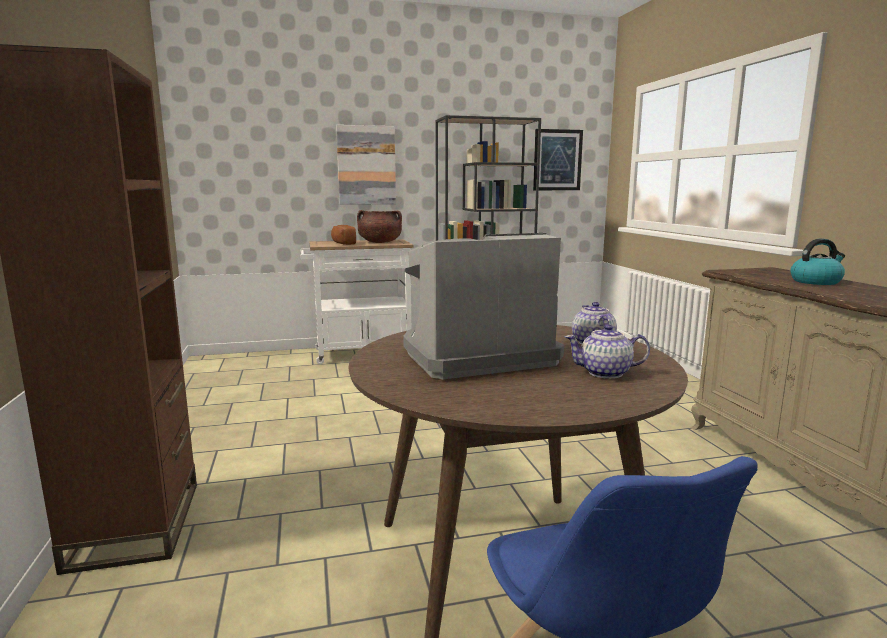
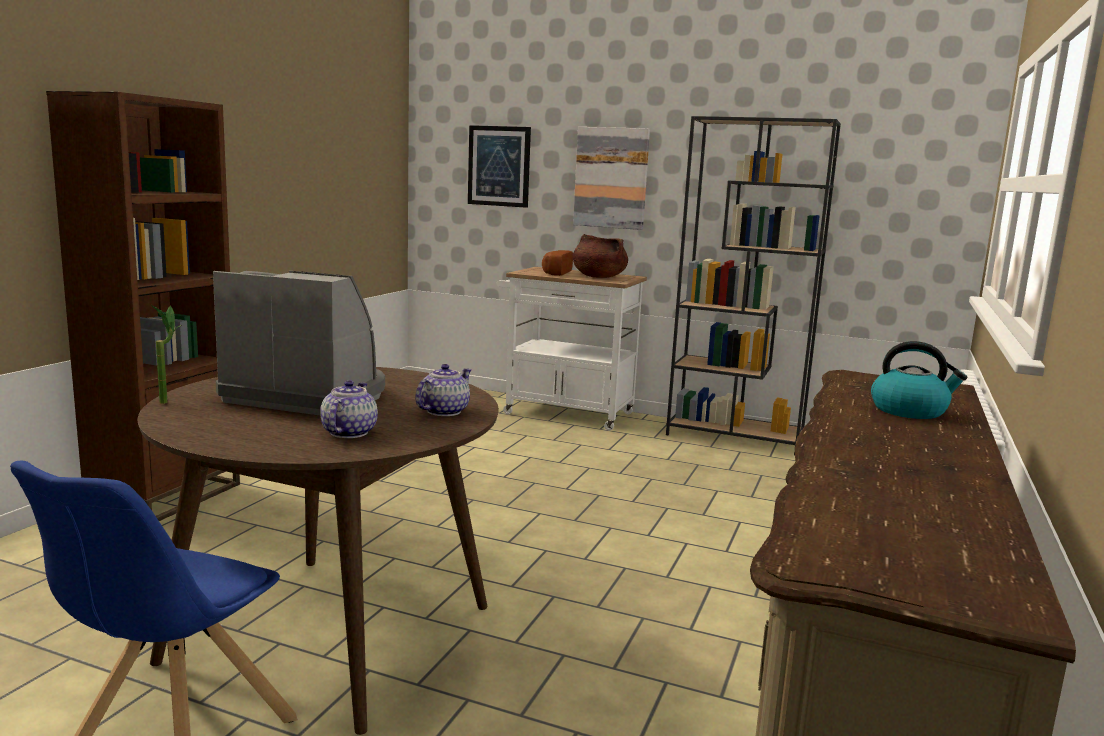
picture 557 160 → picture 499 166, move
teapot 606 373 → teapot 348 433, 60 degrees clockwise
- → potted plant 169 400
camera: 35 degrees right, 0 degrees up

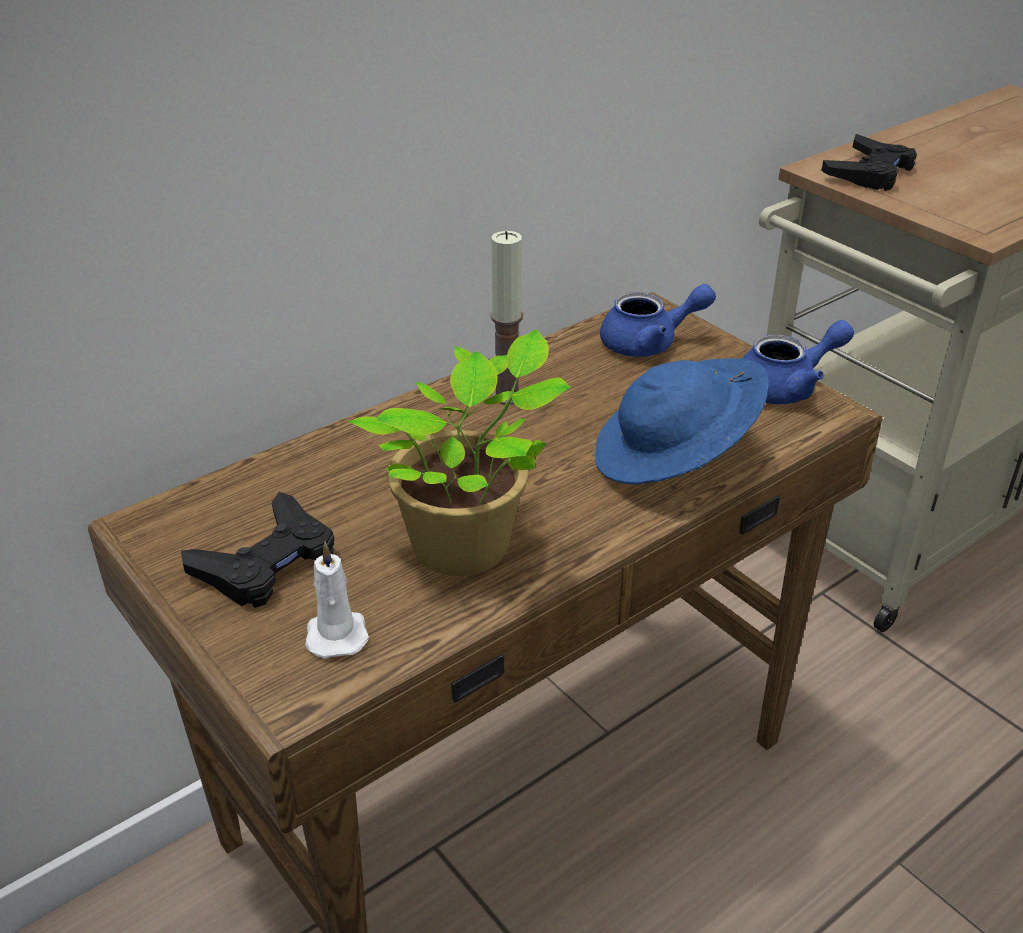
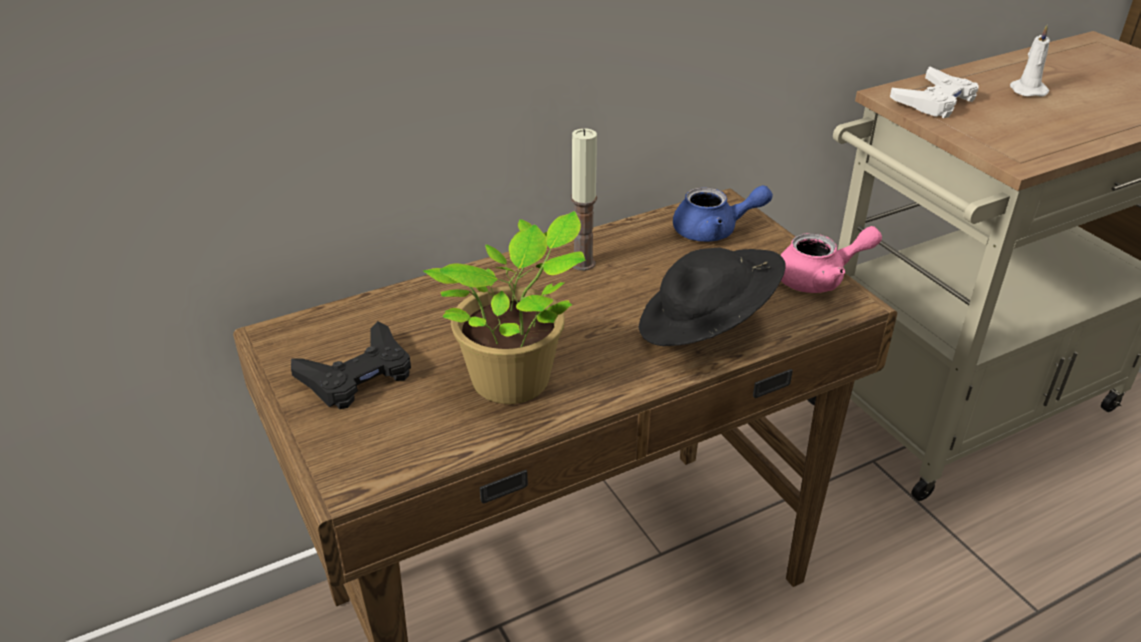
black game controller 869 172 → white game controller 934 101
blue teapot 787 387 → pink teapot 820 279
blue hat 675 458 → black hat 706 328
white candle 336 633 → white candle 1026 90, move
camera: 10 degrees right, 0 degrees up

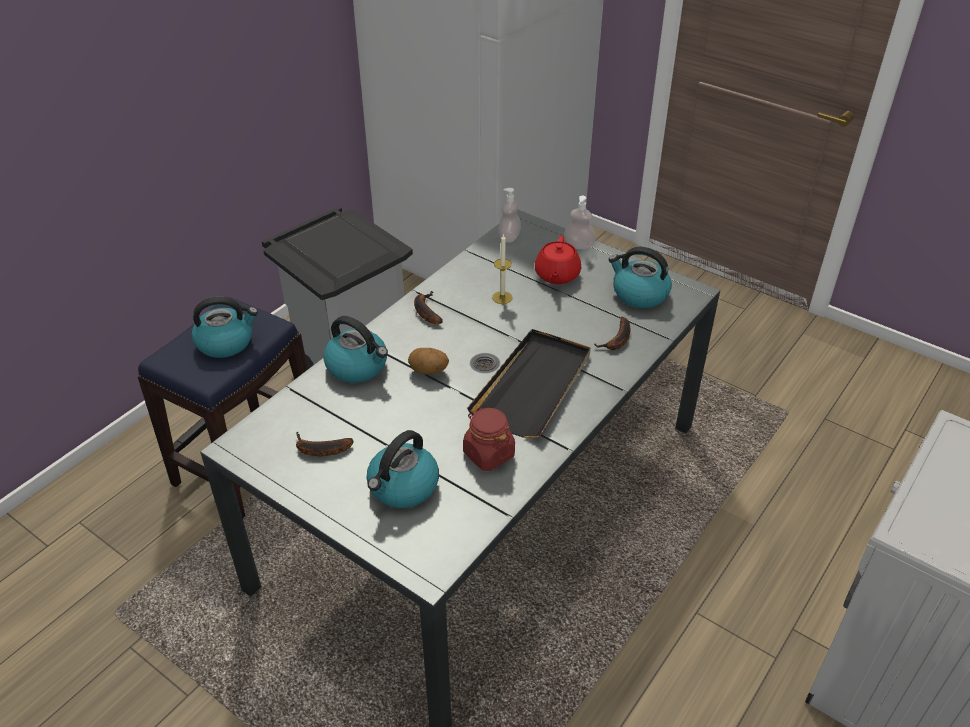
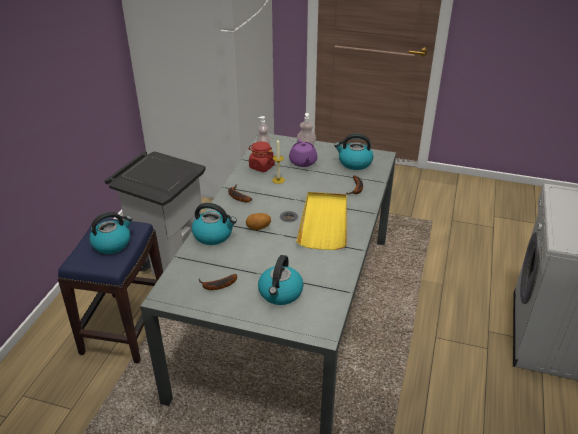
red teapot 557 275 → purple teapot 303 162
black tray 533 386 → yellow tray 324 222
red jar 488 454 → red jar 261 166, move
camera: 20 degrees left, 5 degrees down

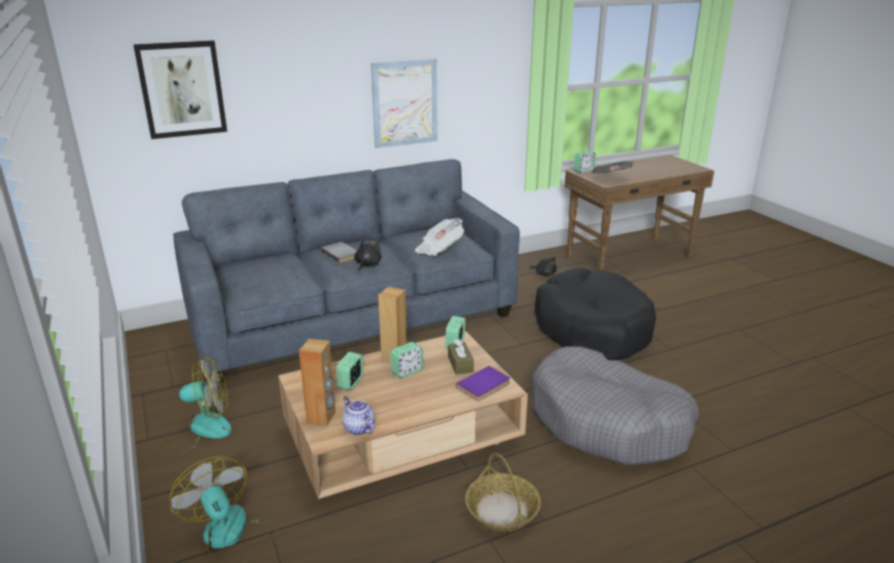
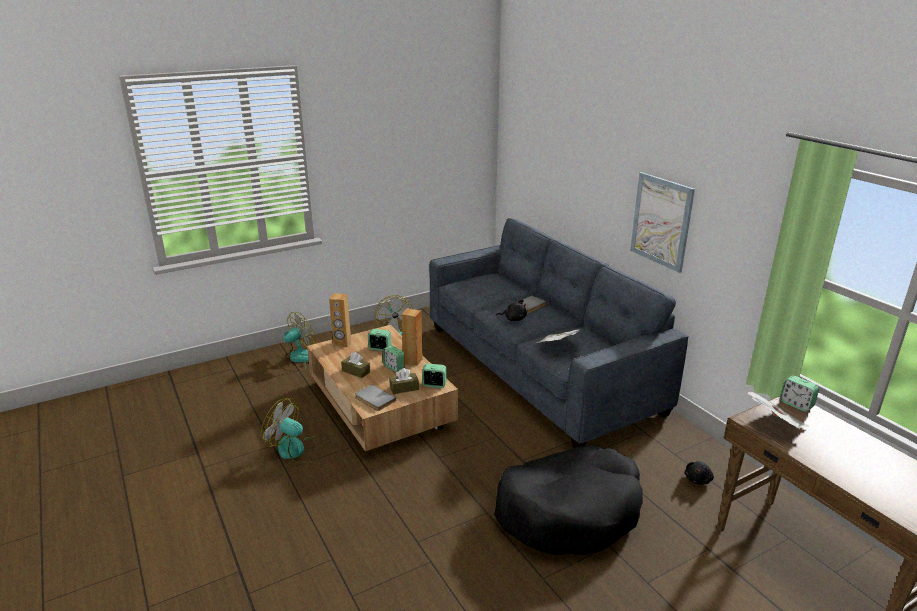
picture 182 89 → -
grey dog bed 608 422 → -
purple book 484 386 → grey book 374 399
teapot 358 428 → -
basket 502 511 → fan 297 450
- → brown tissue box 356 371
camera: 85 degrees right, 0 degrees up

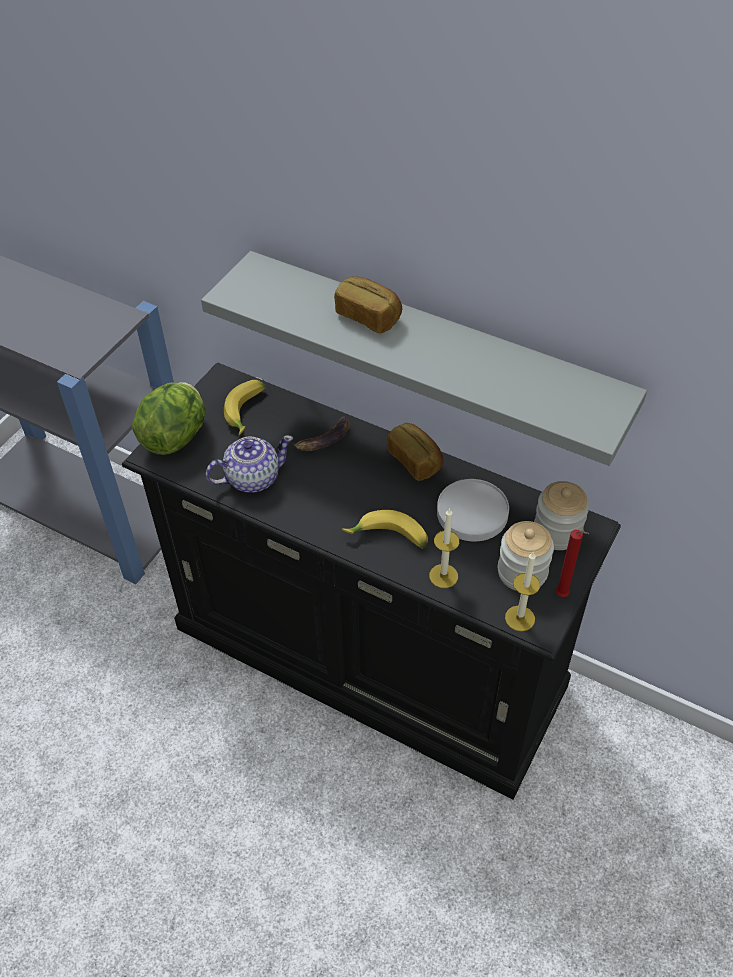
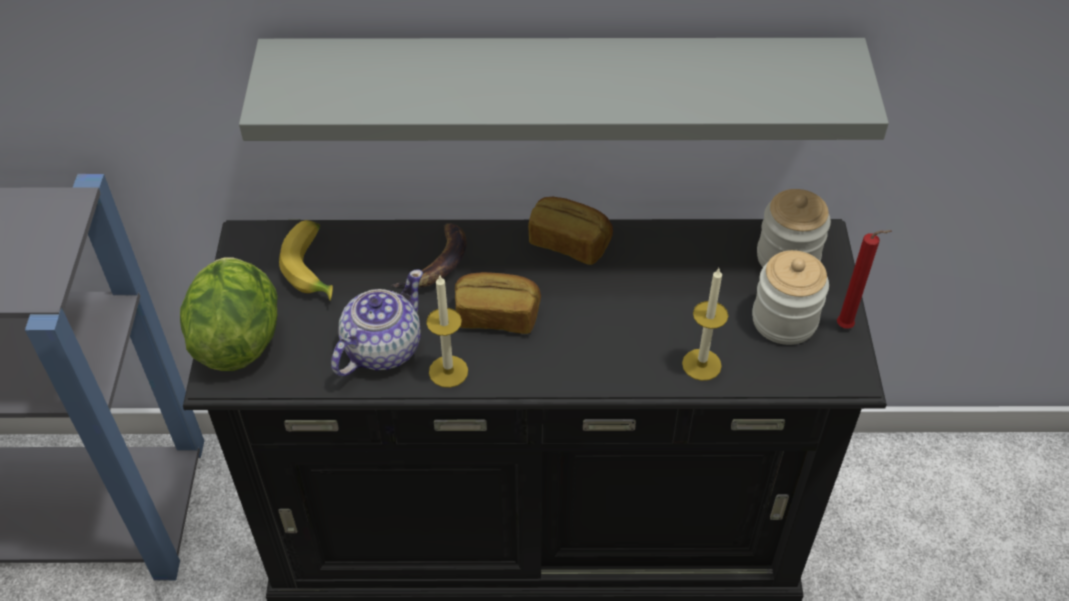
bread 369 316 → bread 497 315, move
white plate 473 513 → -
banana 387 539 → -
candle 520 618 → candle 448 371, move
camera: 30 degrees left, 0 degrees up

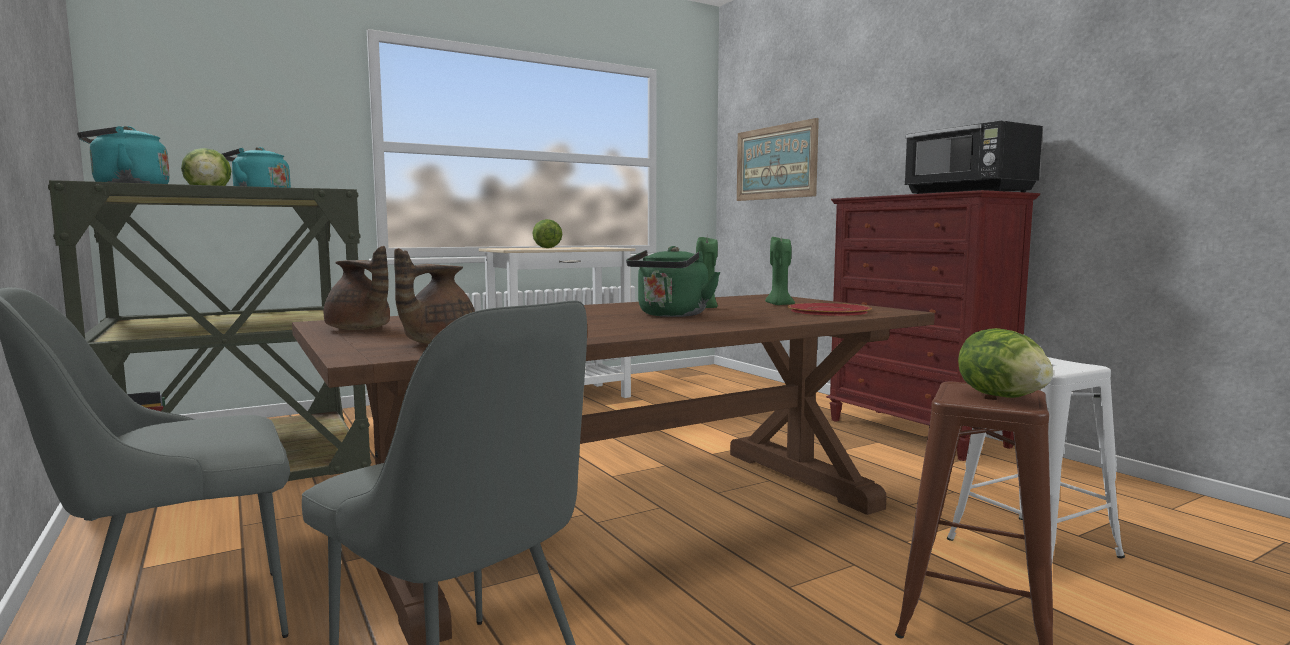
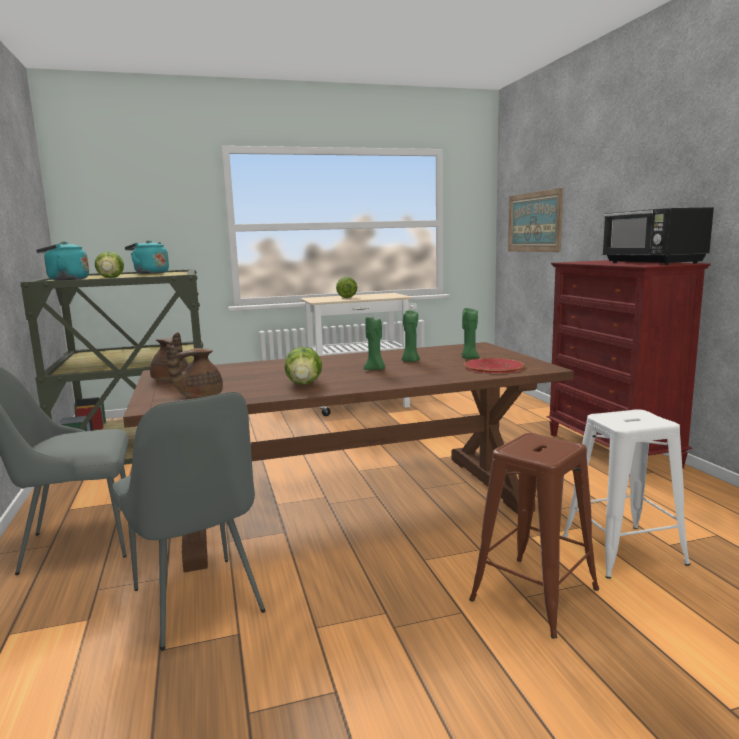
green kettle 671 315 → green candle 375 369
lettuce 1001 397 → lettuce 304 384, move
camera: 15 degrees right, 5 degrees up

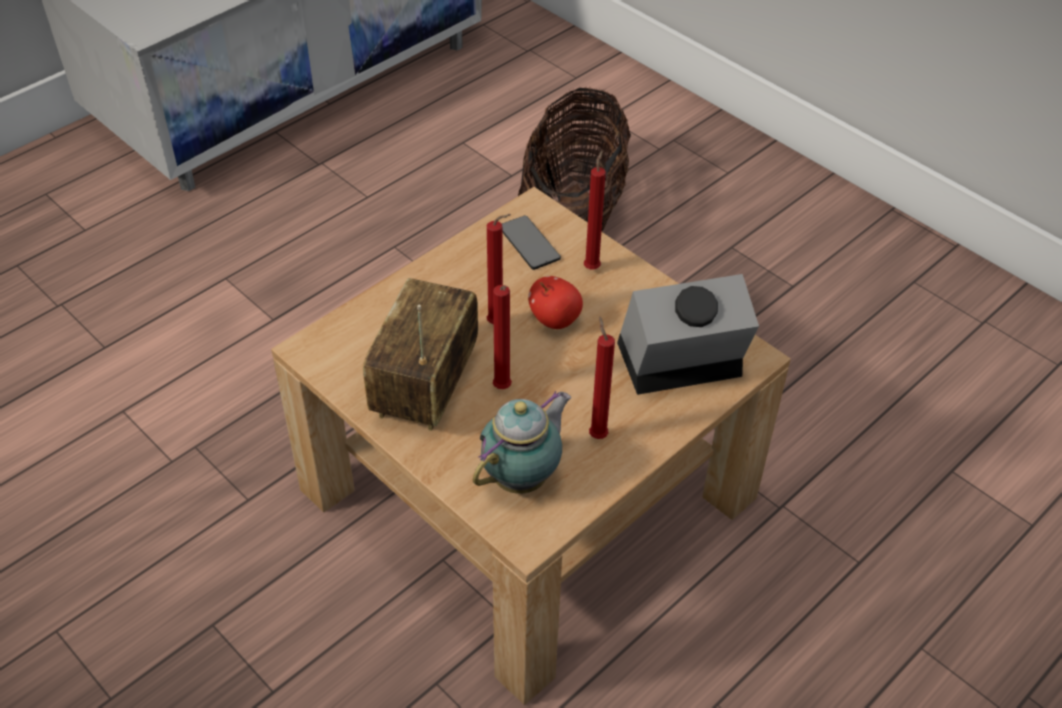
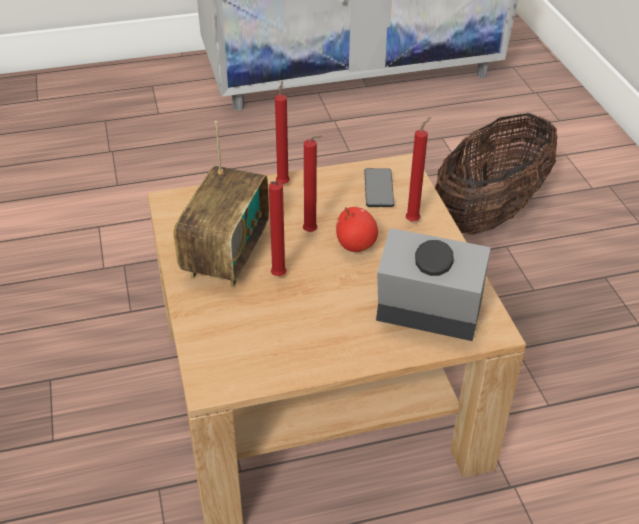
radio 425 386 → radio 226 254, 150 degrees clockwise
red candle 597 434 → red candle 283 182, move
teapot 523 476 → -
camera: 30 degrees right, 5 degrees down

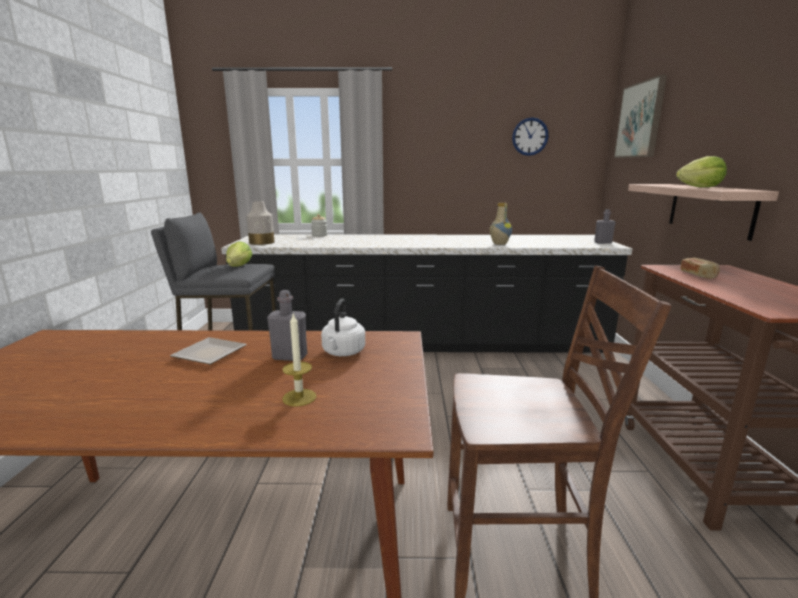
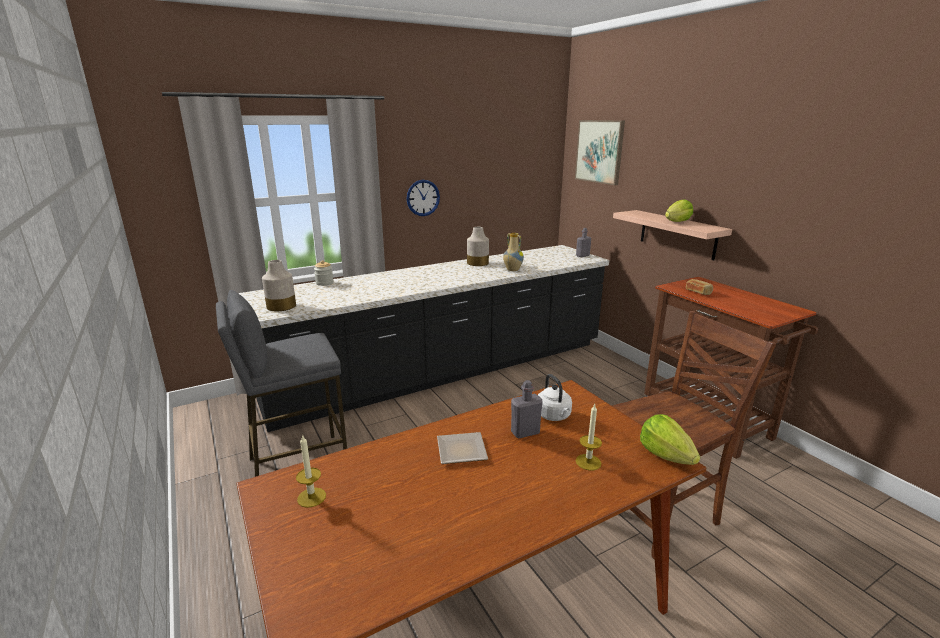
wall clock 530 136 → wall clock 423 198, move
lettuce 239 266 → lettuce 665 455, move
- → beige vase 477 263
- → candle 311 497
camera: 30 degrees left, 5 degrees up

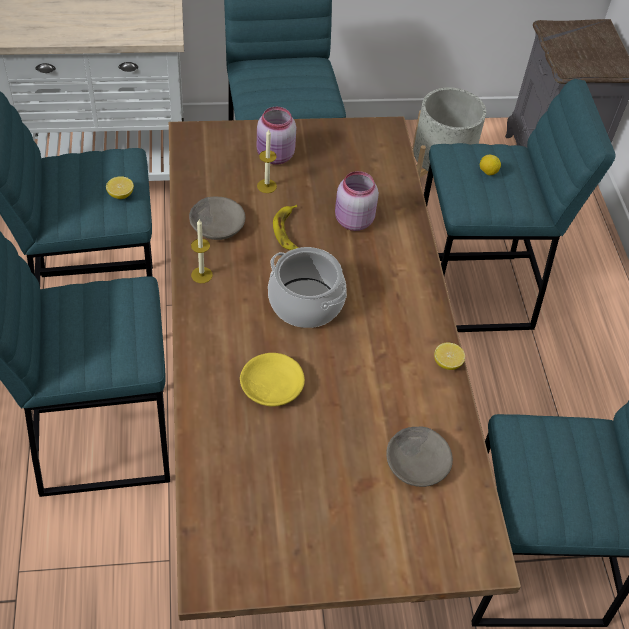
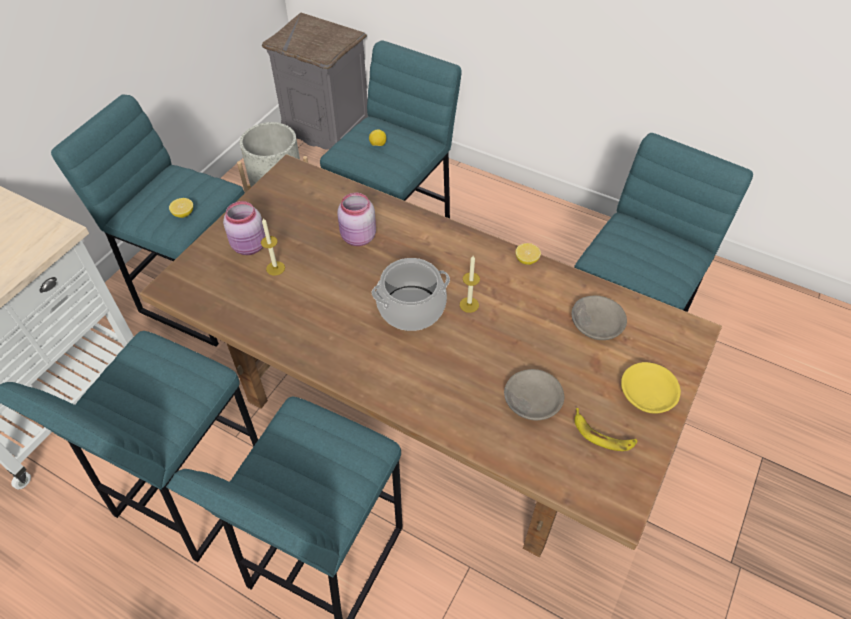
lemon 121 195 → lemon 183 214, move
grey bowl 217 224 → grey bowl 531 400, move
banana 288 231 → banana 602 434, move
candle 201 275 → candle 469 304, move
yellow bowl 270 386 → yellow bowl 647 394, move
camera: 50 degrees left, 0 degrees up

